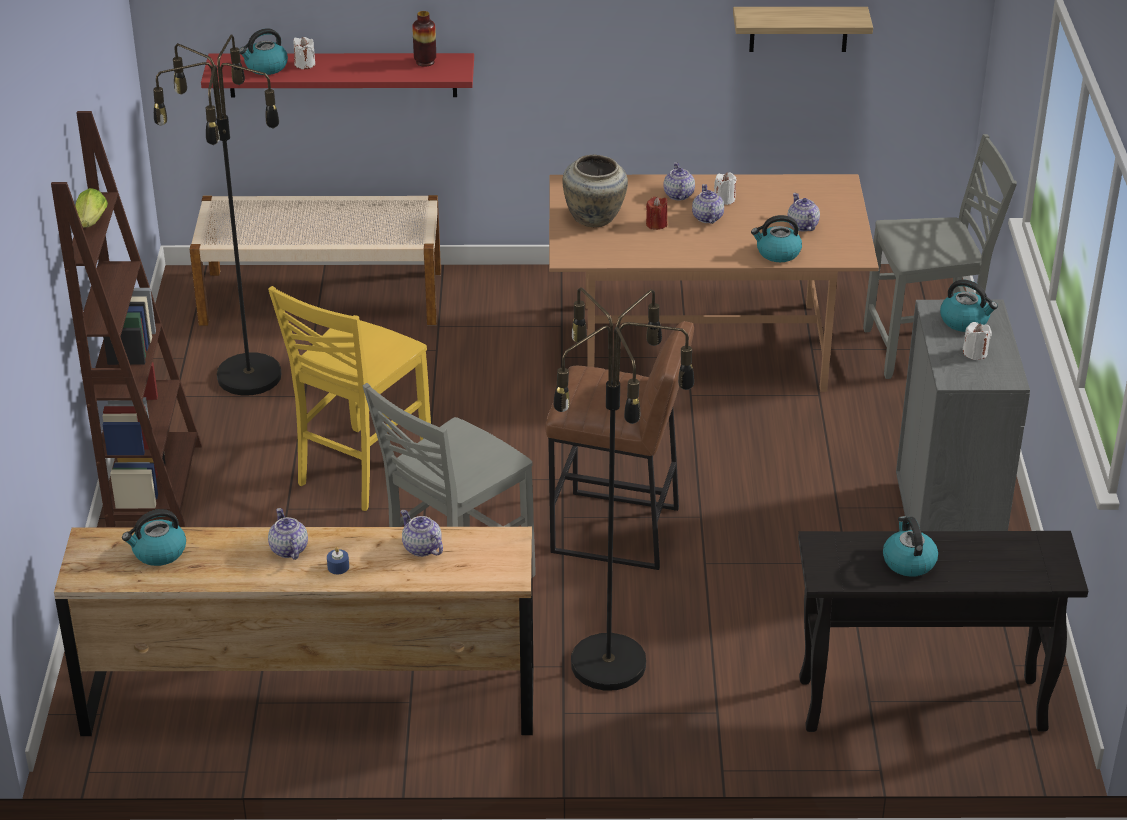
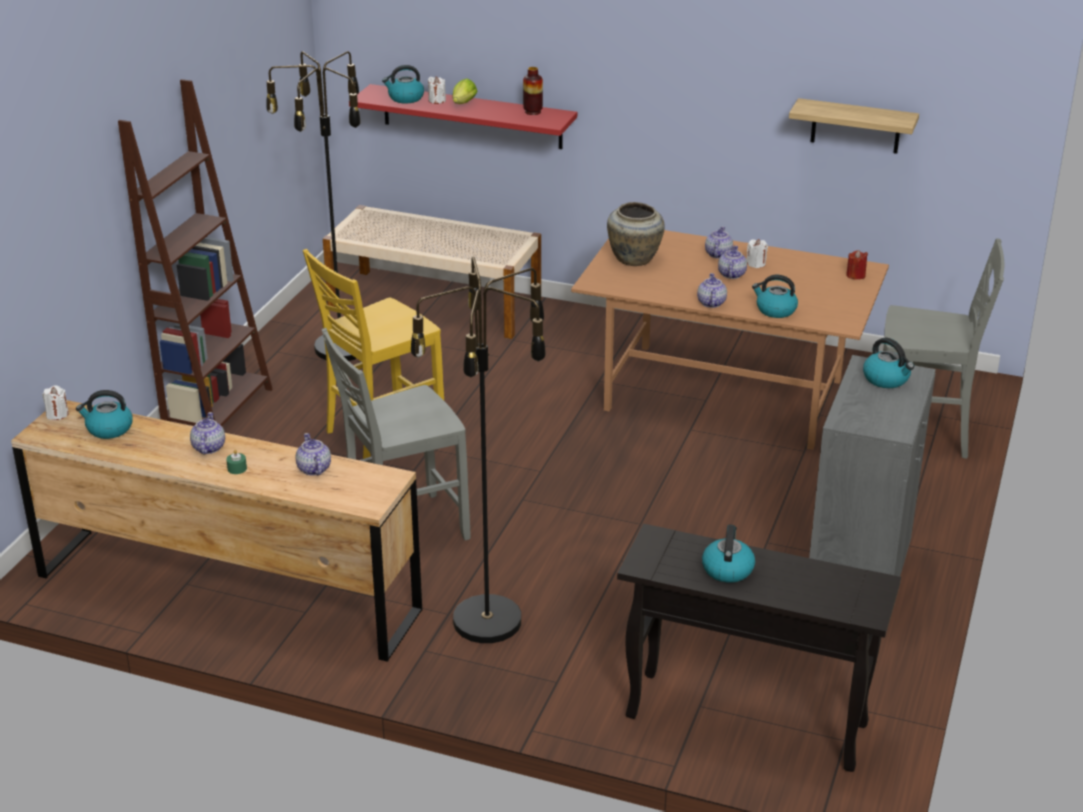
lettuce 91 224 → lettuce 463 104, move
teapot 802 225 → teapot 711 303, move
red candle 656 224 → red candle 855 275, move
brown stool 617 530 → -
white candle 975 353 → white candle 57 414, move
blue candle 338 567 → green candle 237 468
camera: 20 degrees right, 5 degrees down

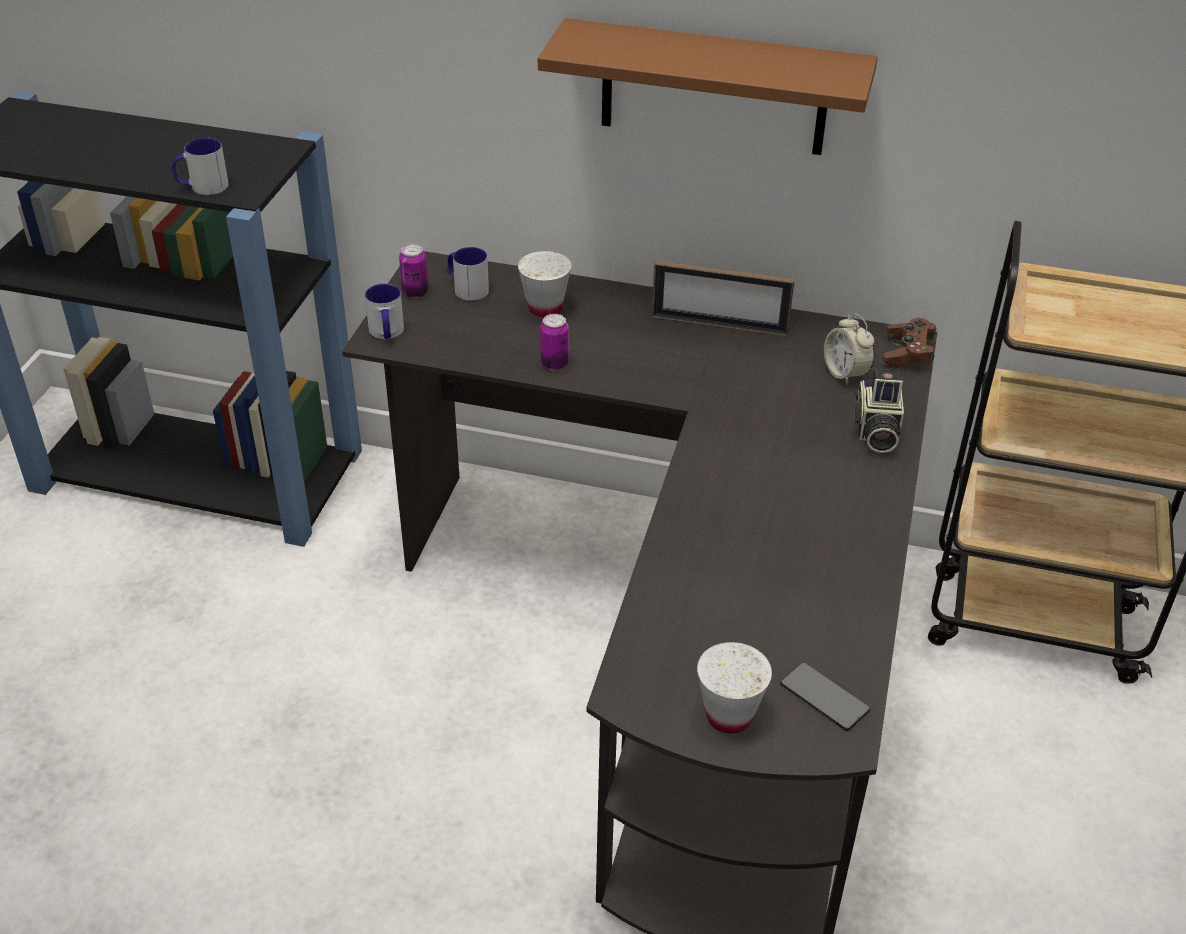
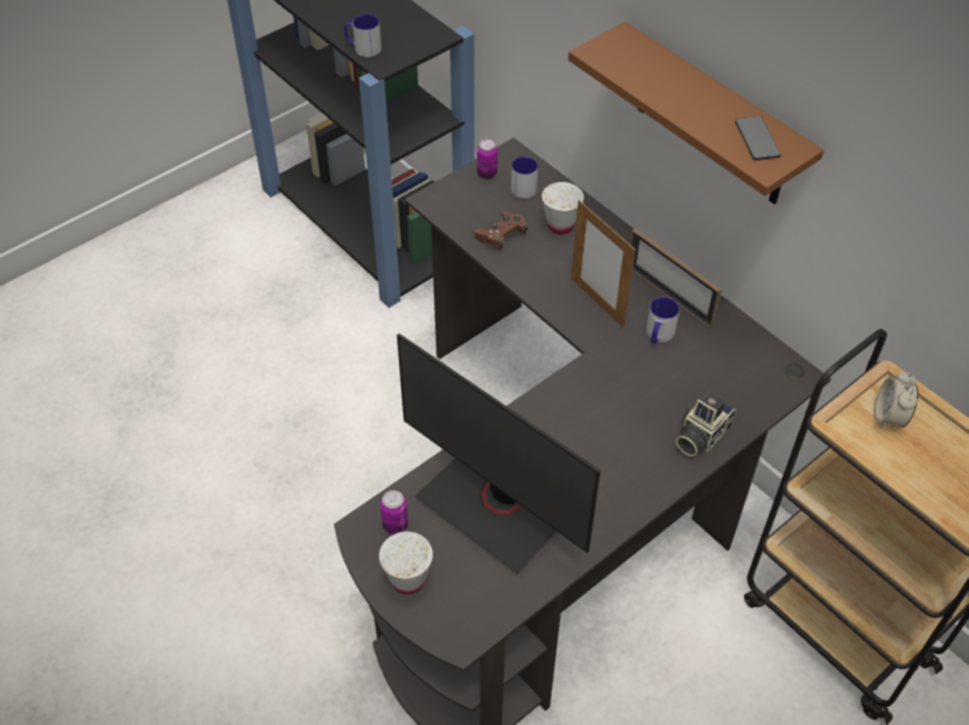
mug 386 333 → mug 658 335, move
alarm clock 845 373 → alarm clock 889 417, move
can 554 364 → can 395 525, move
brown game controller 907 353 → brown game controller 501 236, move
phone 824 697 → phone 757 139, move
- → picture frame 597 302
- → monitor 496 505
camera: 35 degrees right, 10 degrees up

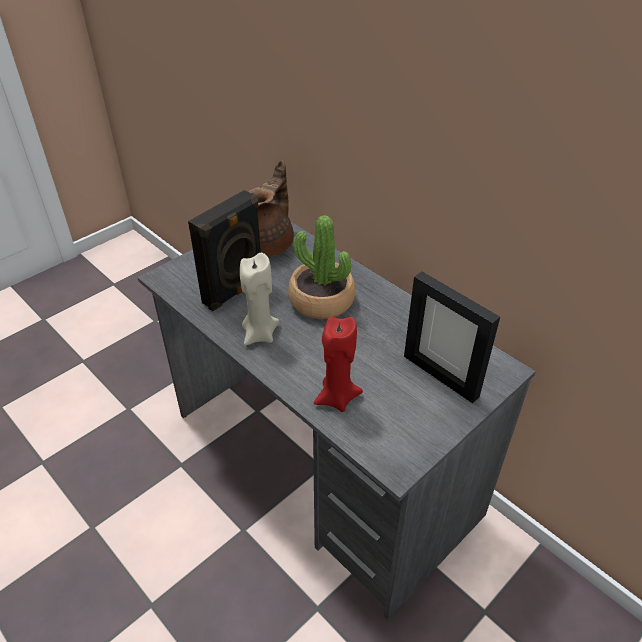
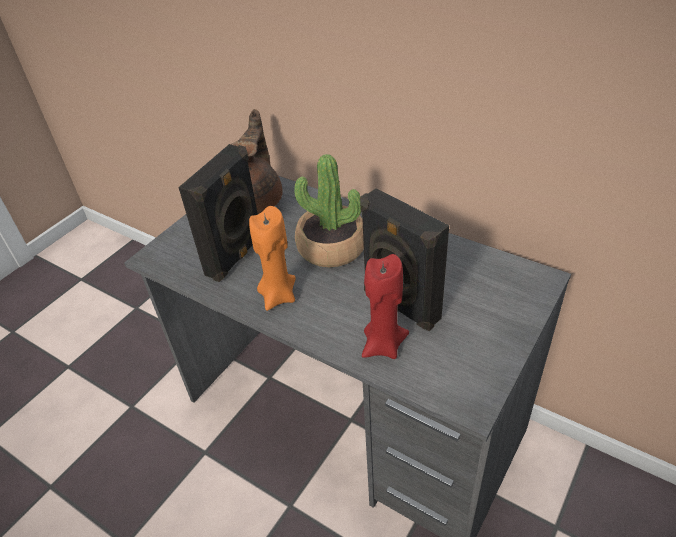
beige candle 259 334 → orange candle 278 296
picture frame 441 375 → -
- → black speaker 399 306
camera: 10 degrees left, 0 degrees up

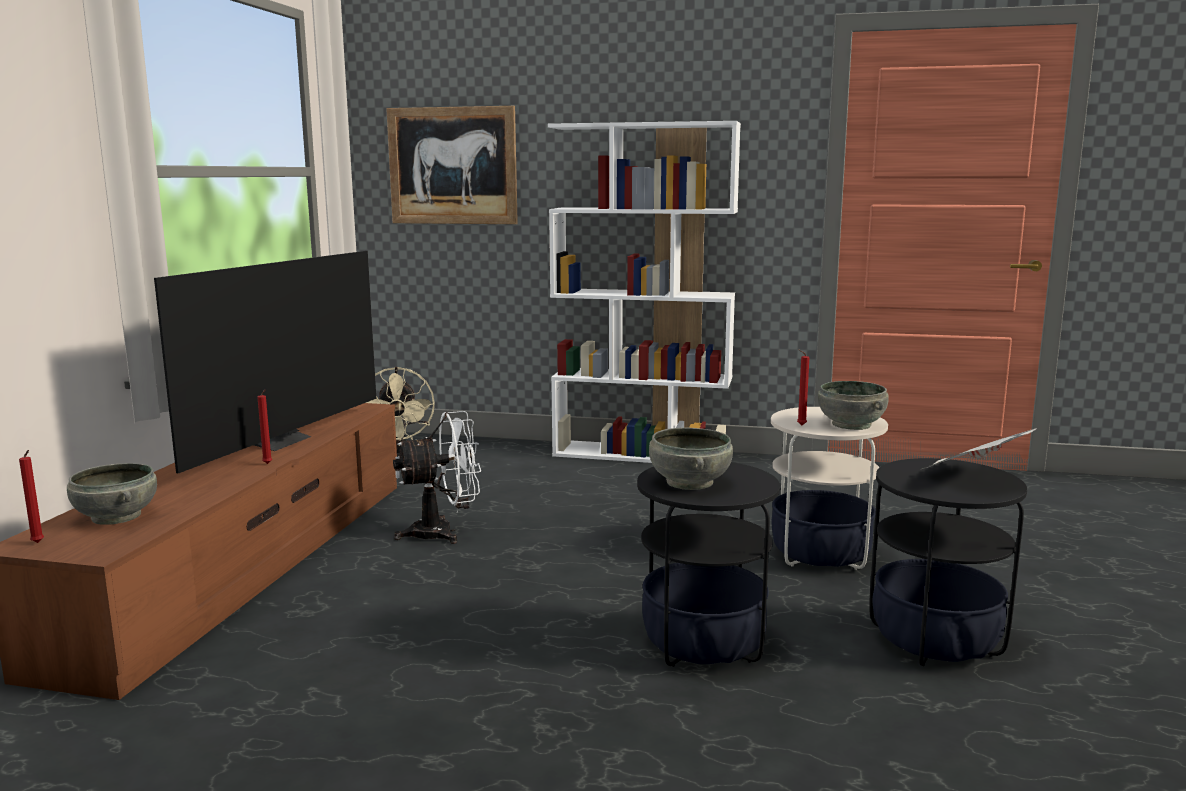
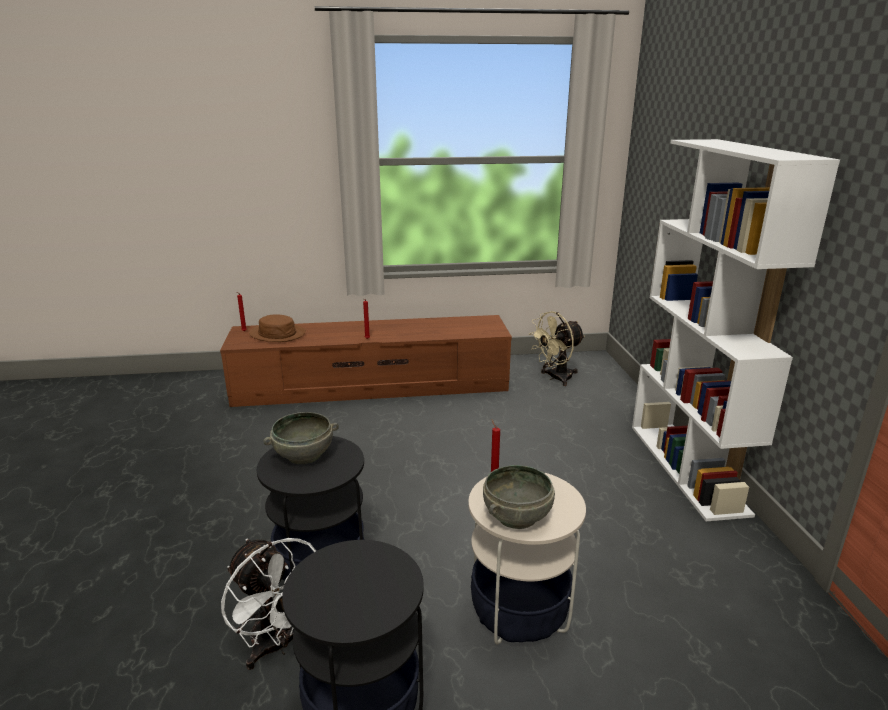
picture 452 166 → -
television 279 441 → -
white fan 443 532 → white fan 278 646, move
newspaper 973 477 → -
grey bowl 115 517 → brown hat 277 334
camera: 70 degrees right, 10 degrees up

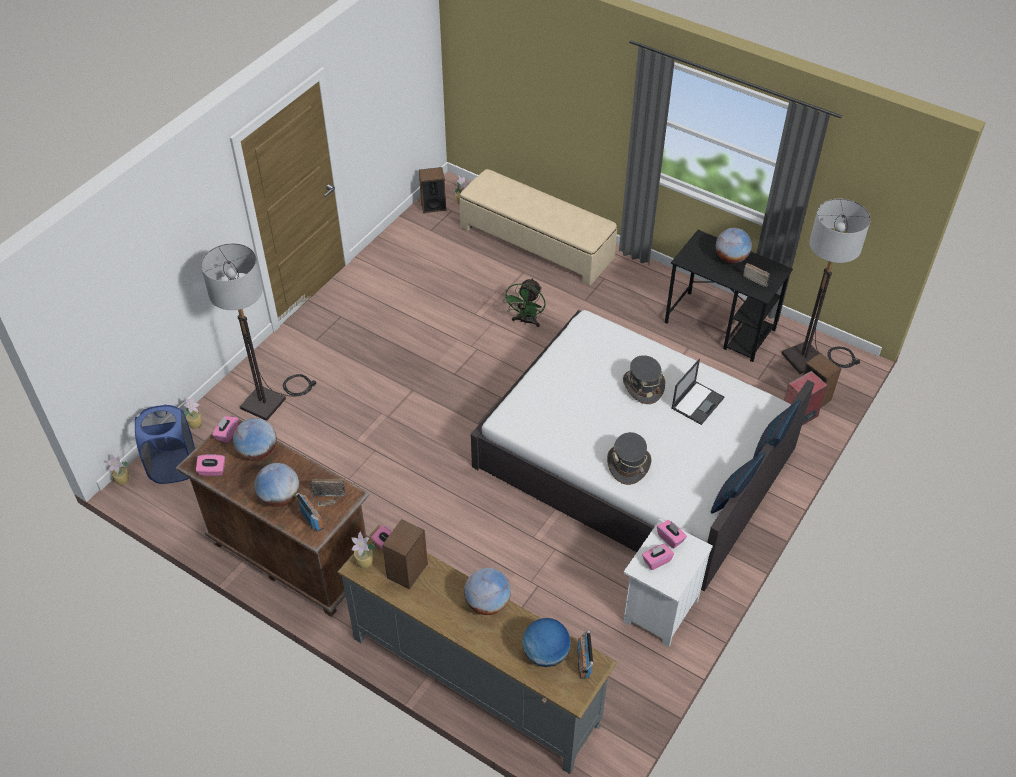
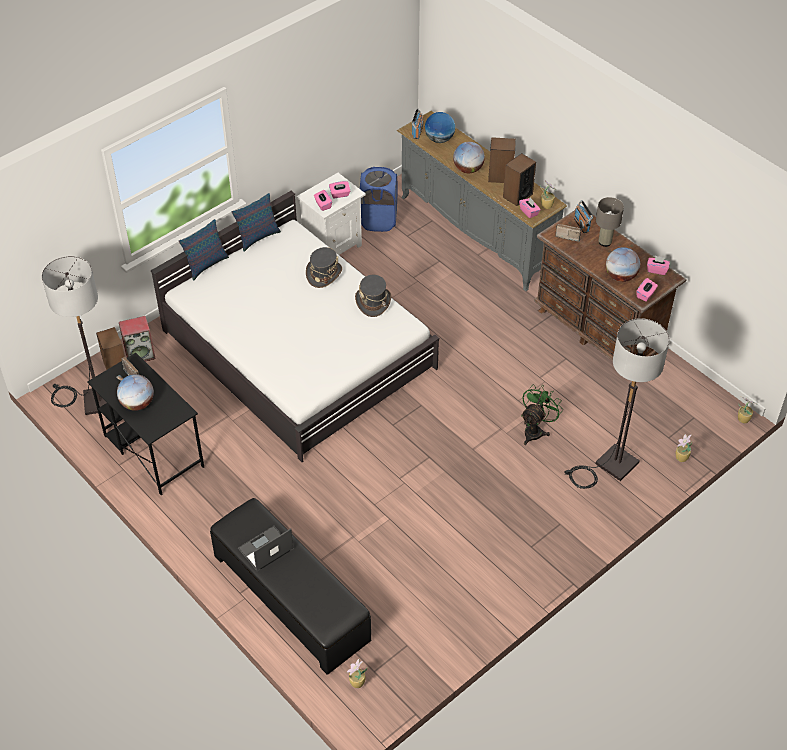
speaker 433 206 → speaker 500 176, move
beige bench 537 242 → black bench 290 597
green fan 526 321 → green fan 535 430, move
grey hat 643 386 → grey hat 373 302, move
laptop 697 402 → laptop 265 549, move
blue laundry basket 173 466 → blue laundry basket 378 220, move
globe 280 497 → grey table lamp 604 242
camera: 165 degrees left, 0 degrees up

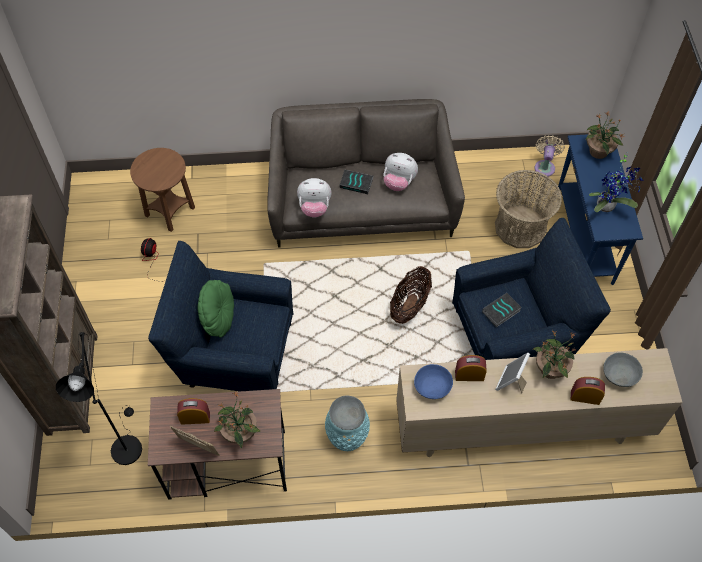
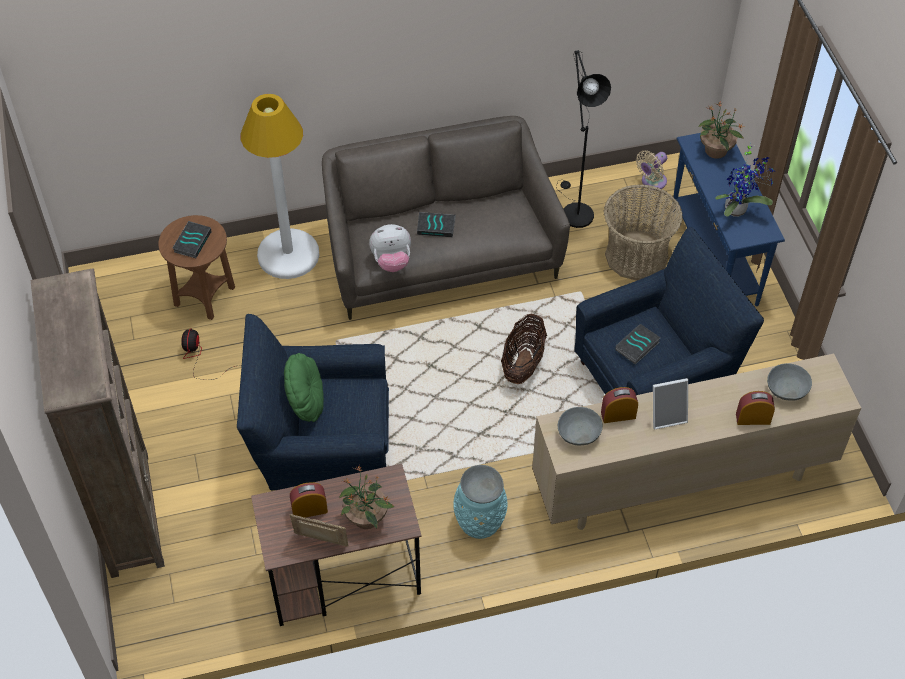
beige fan 545 166 → beige fan 651 182, 135 degrees counterclockwise
plush toy 398 182 → -
potted plant 550 369 → -
black floor lamp 125 444 → black floor lamp 574 211, move
picture frame 511 382 → picture frame 667 415, 120 degrees counterclockwise
blue bowl 432 386 → grey bowl 579 433
- → white floor lamp 288 254
- → book 192 241
camera: 10 degrees left, 5 degrees down

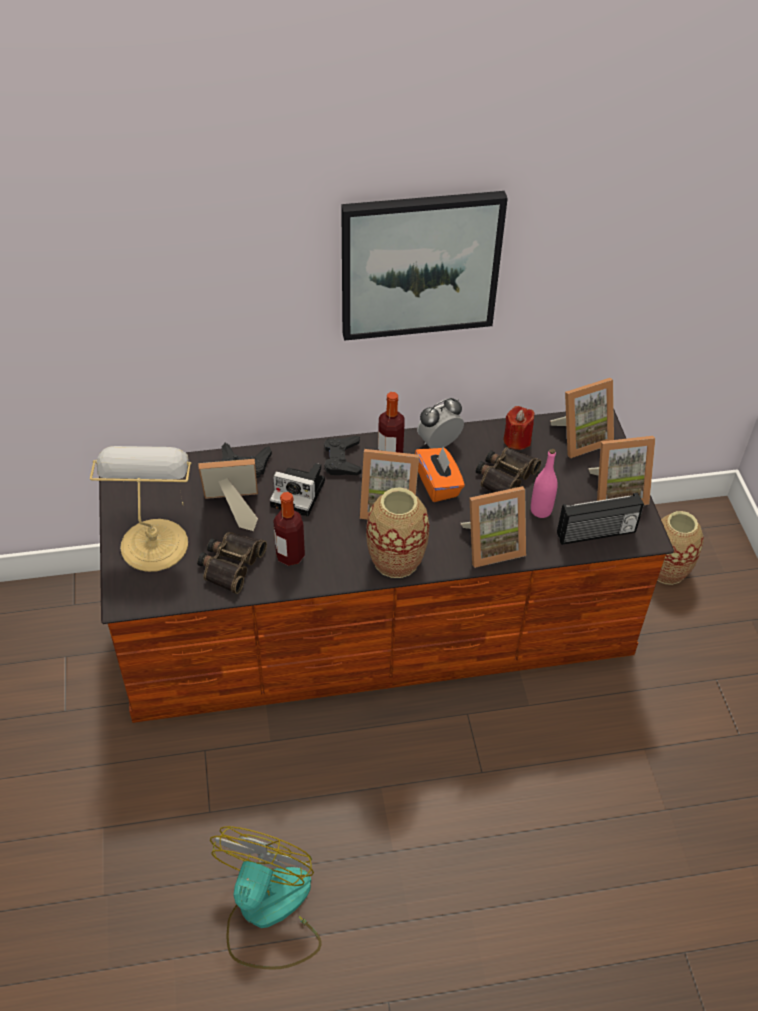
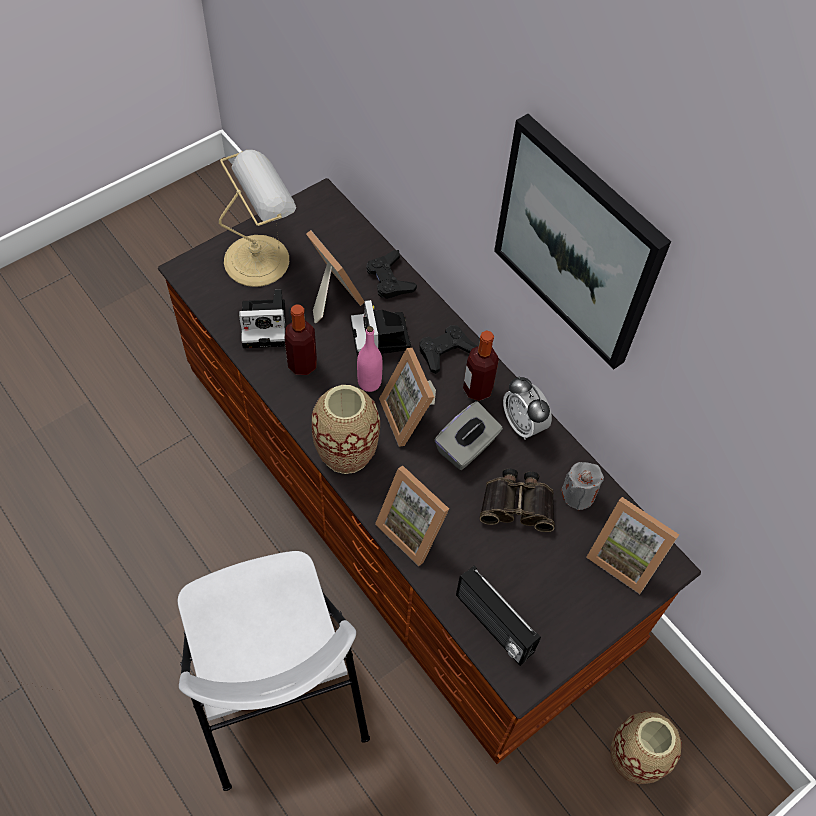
alarm clock 439 444 → alarm clock 523 424, 150 degrees counterclockwise
red candle 517 440 → grey candle 578 494
picture frame 616 492 → -
orange tissue box 438 484 → grey tissue box 466 447
pink bottle 541 510 → pink bottle 369 383, move
binoculars 230 564 → photo camera 266 324
fan 268 913 → -
- → white chair 274 685
camera: 60 degrees right, 10 degrees up

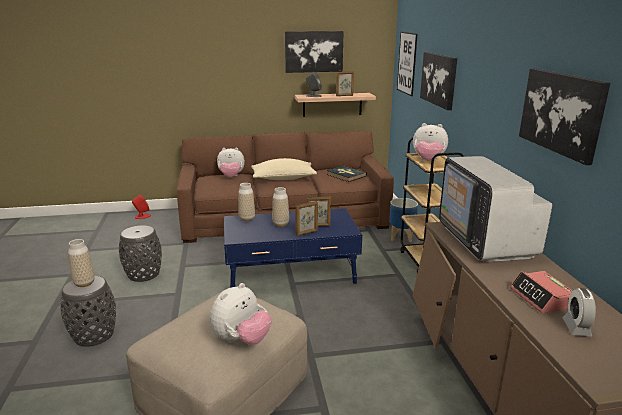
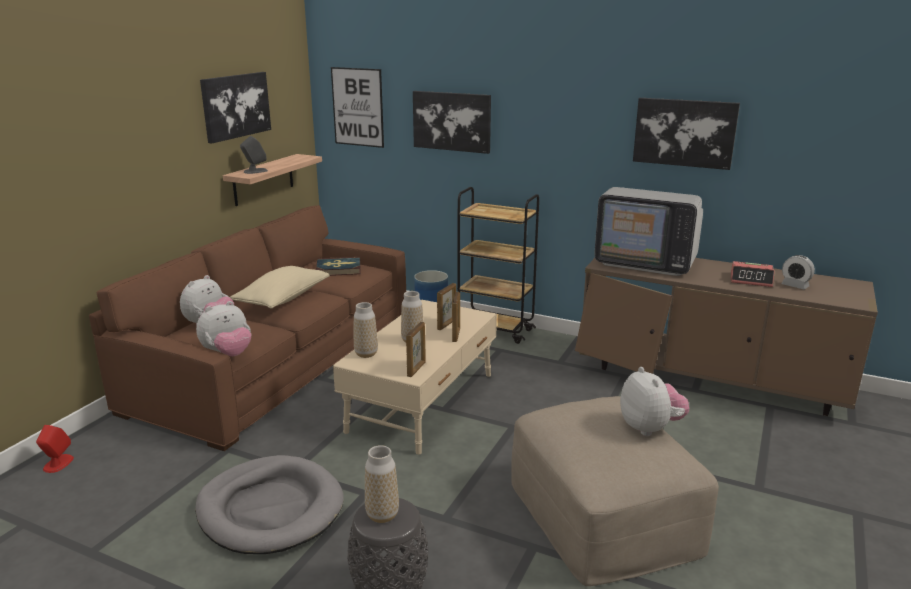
picture frame 344 95 → picture frame 416 369, move
plush toy 428 160 → plush toy 228 354, move
blue coffee table 291 273 → beige coffee table 422 402
grey stool 144 274 → grey dog bed 270 509
camera: 55 degrees left, 0 degrees up

